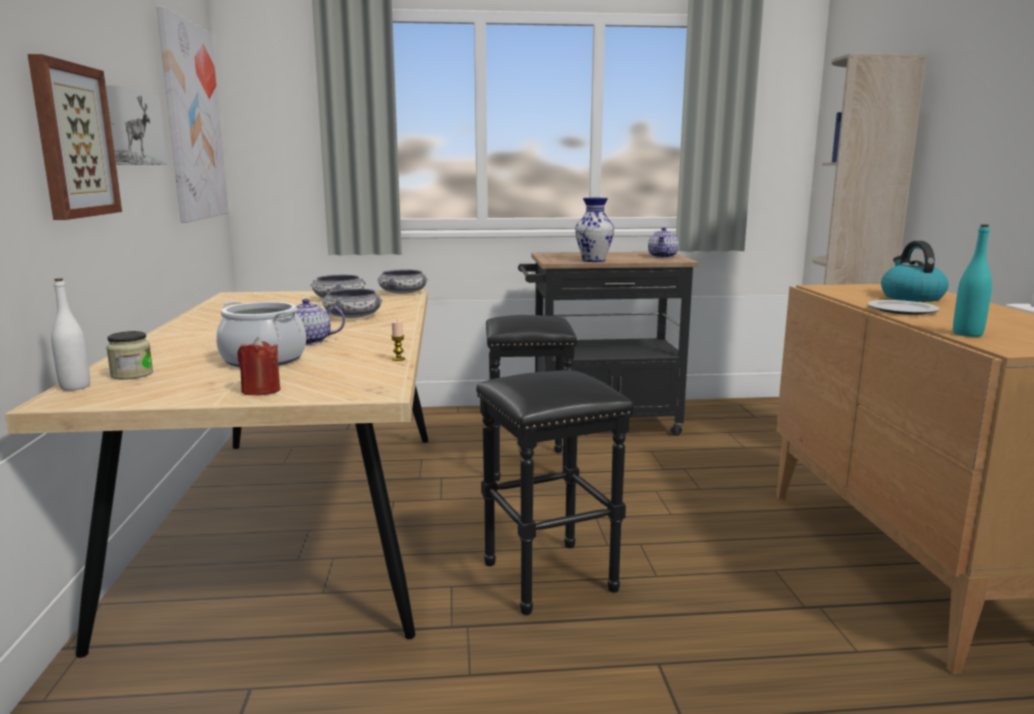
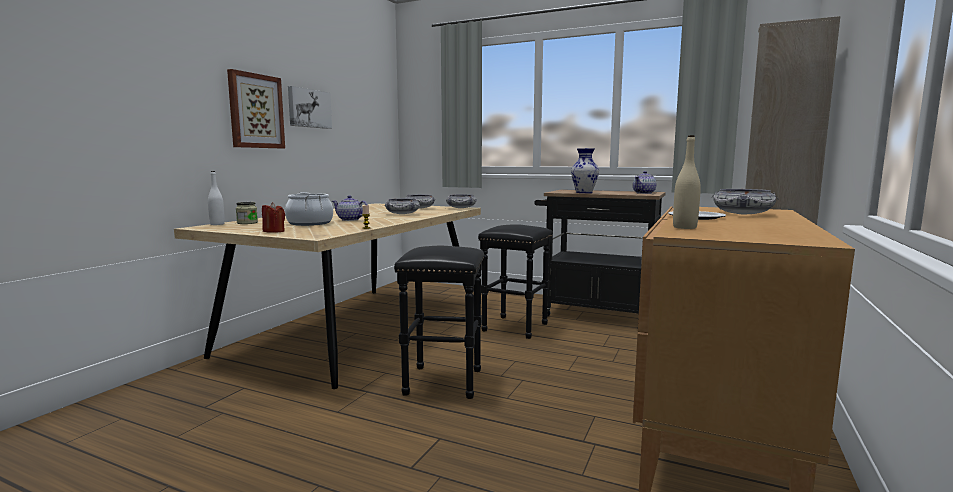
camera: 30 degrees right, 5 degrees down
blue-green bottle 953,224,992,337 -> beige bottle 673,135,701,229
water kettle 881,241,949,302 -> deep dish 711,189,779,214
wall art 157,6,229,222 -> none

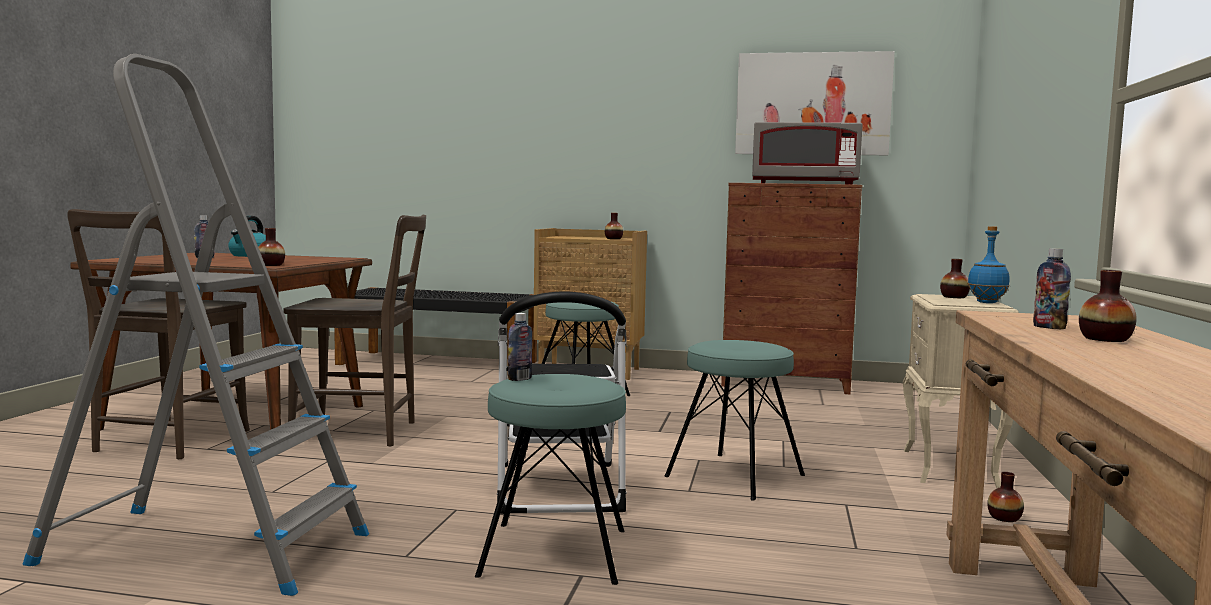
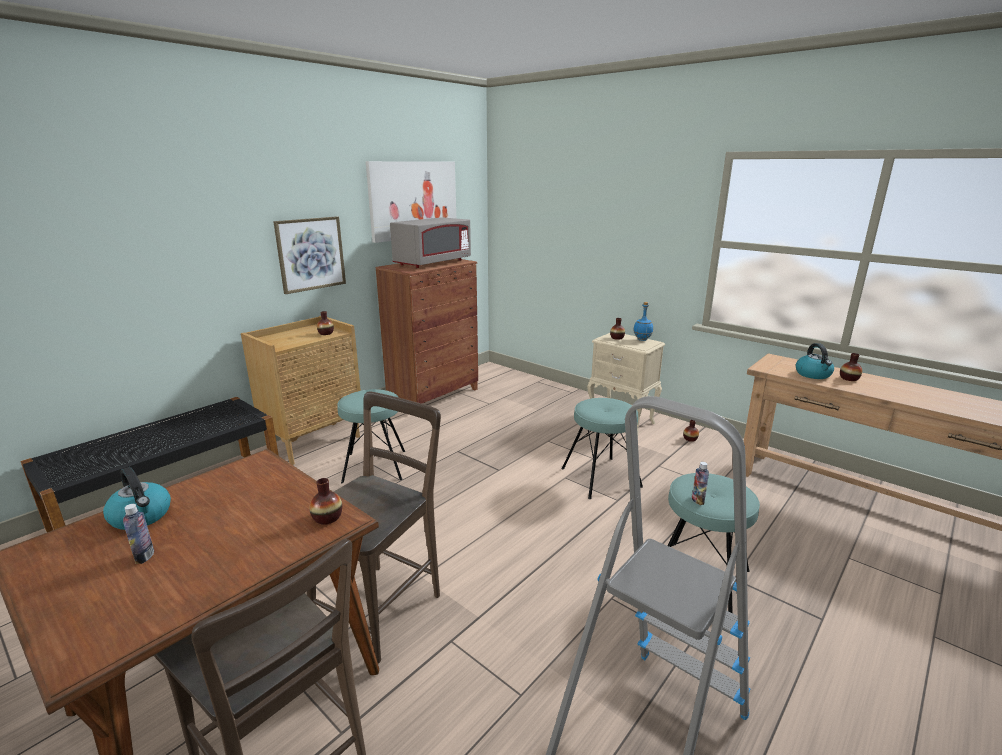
camera: 60 degrees left, 15 degrees up
none -> wall art 273,216,346,294
bottle 1033,248,1071,329 -> water kettle 796,343,834,379
stepladder 497,292,627,514 -> none

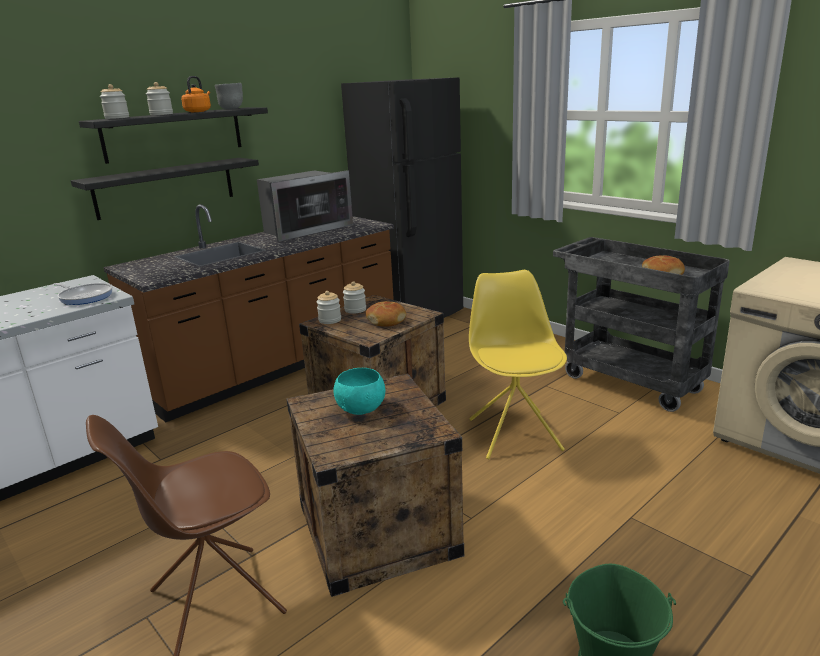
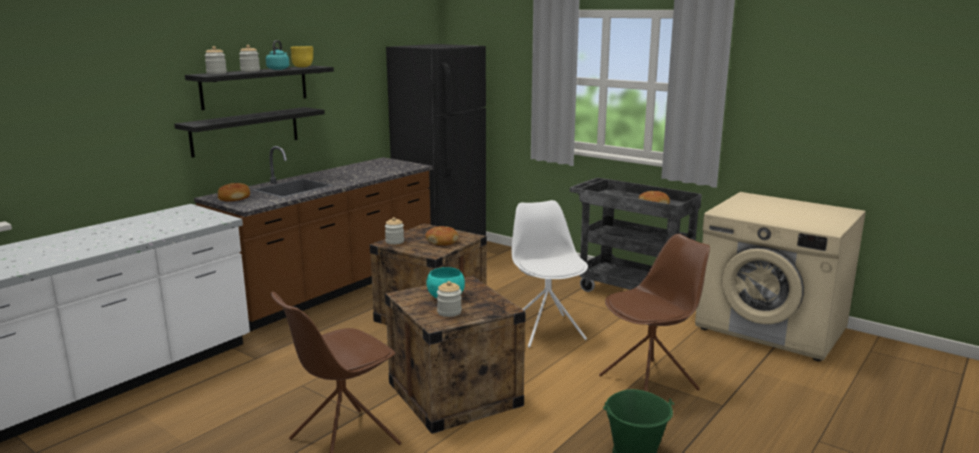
camera: 10 degrees left, 5 degrees down
none -> bakery bread 218,183,250,201
orange water kettle 181,76,211,112 -> blue-green water kettle 266,40,289,70
gray deep dish 215,83,243,109 -> yellowish deep dish 290,46,313,67
storage jar 343,281,366,314 -> storage jar 437,281,462,317, shifted
yellowish upright chair 469,270,567,459 -> white upright chair 511,200,588,348
none -> brown upright chair 599,234,710,391
frying pan 53,283,112,305 -> none
microwave 257,170,353,242 -> none

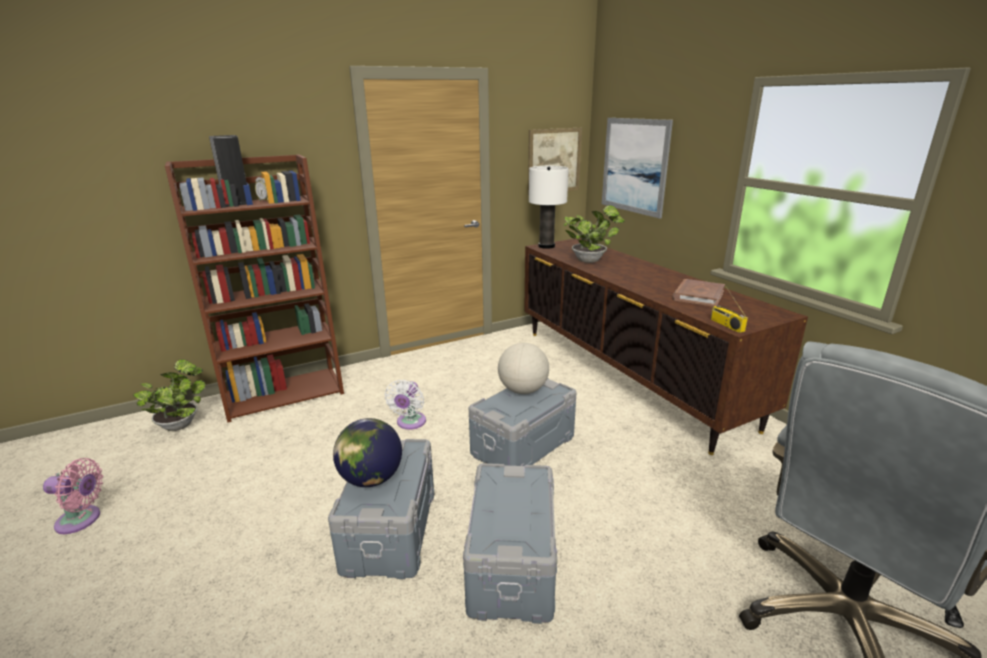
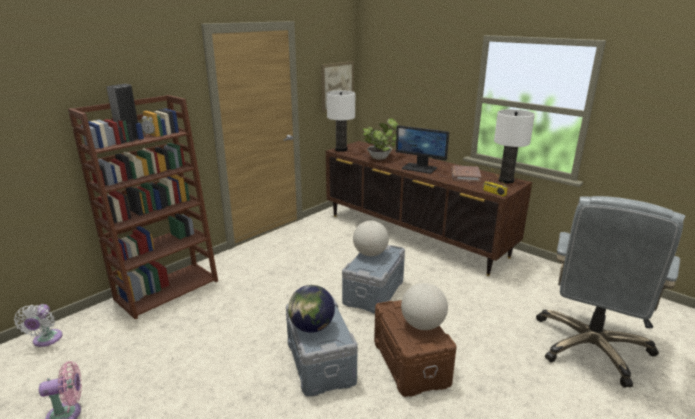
camera: 20 degrees left, 0 degrees up
white fan 385,380,426,430 -> white fan 14,304,62,347, shifted
gray storage container 463,463,558,624 -> brown storage container 374,300,457,397
none -> monitor 396,125,449,174
none -> globe 401,283,448,330
none -> white lamp for a table 494,109,535,184
houseplant 133,359,206,431 -> none
wall art 602,118,673,219 -> none

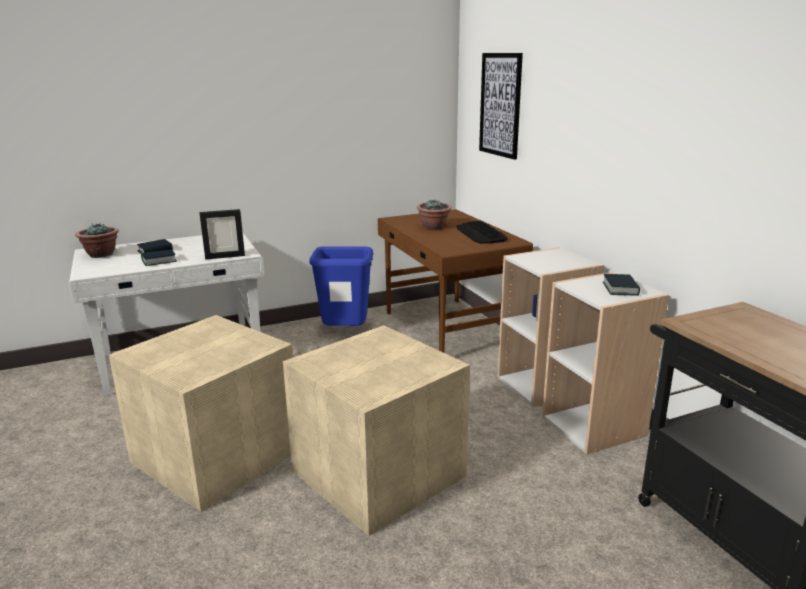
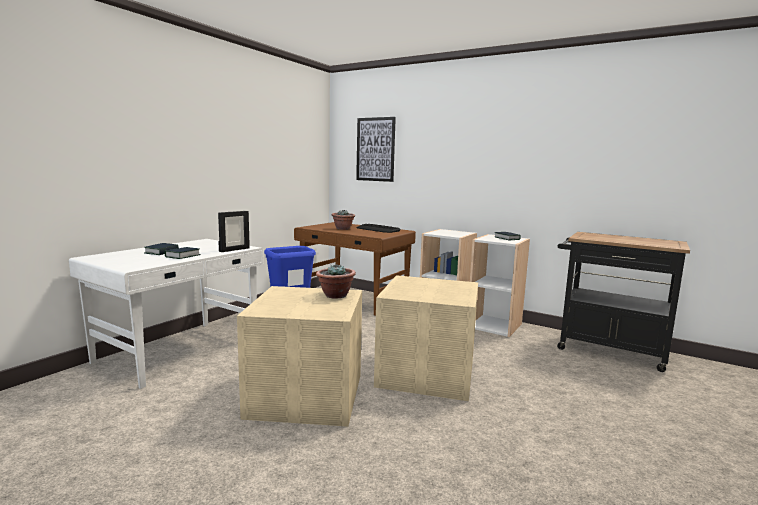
camera: 35 degrees left, 10 degrees down
houseplant 75,223,119,258 -> houseplant 316,263,356,299, shifted

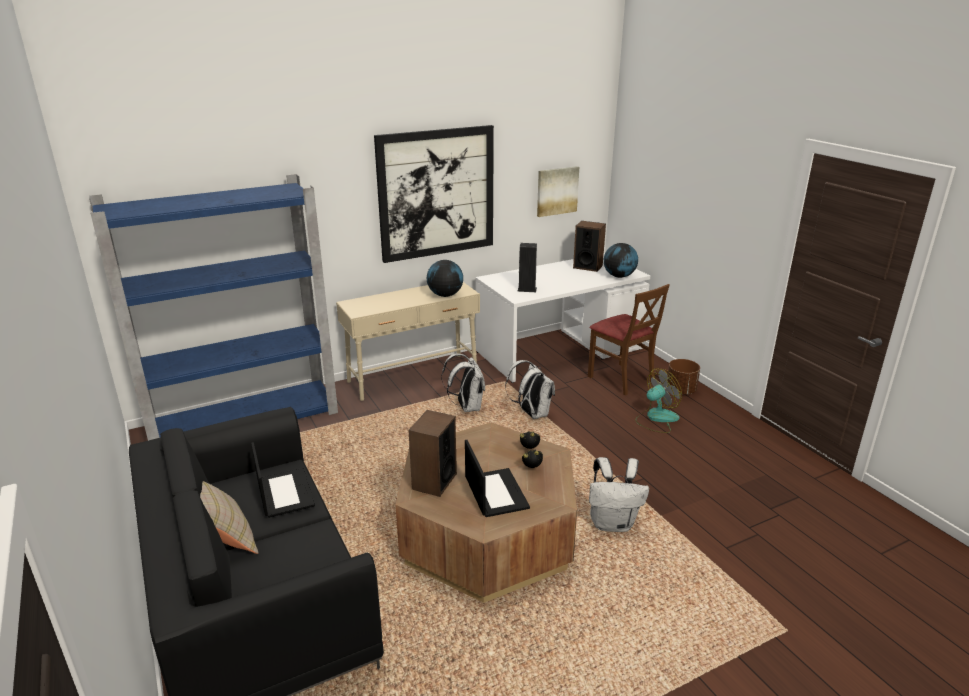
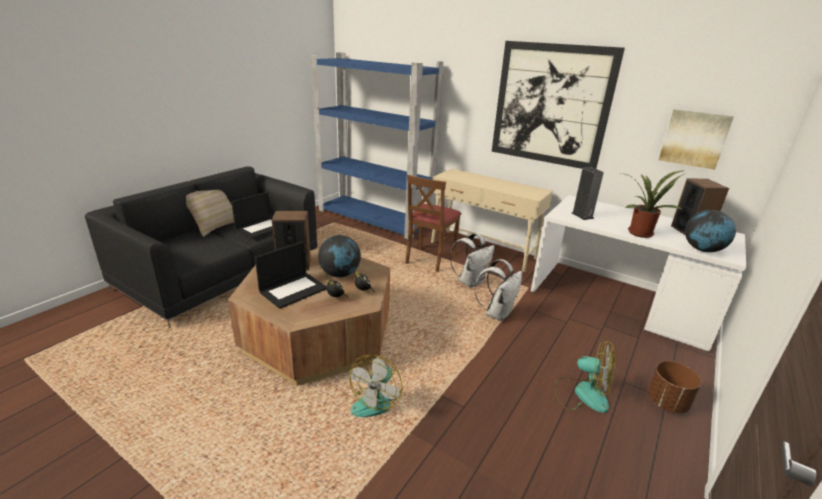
camera: 60 degrees right, 0 degrees up
globe 427,260,463,297 -> globe 318,235,361,277, shifted
white knapsack 589,457,649,532 -> fan 349,355,402,417
brown upright chair 588,284,670,396 -> brown upright chair 405,175,462,272, shifted
none -> houseplant 621,170,686,238

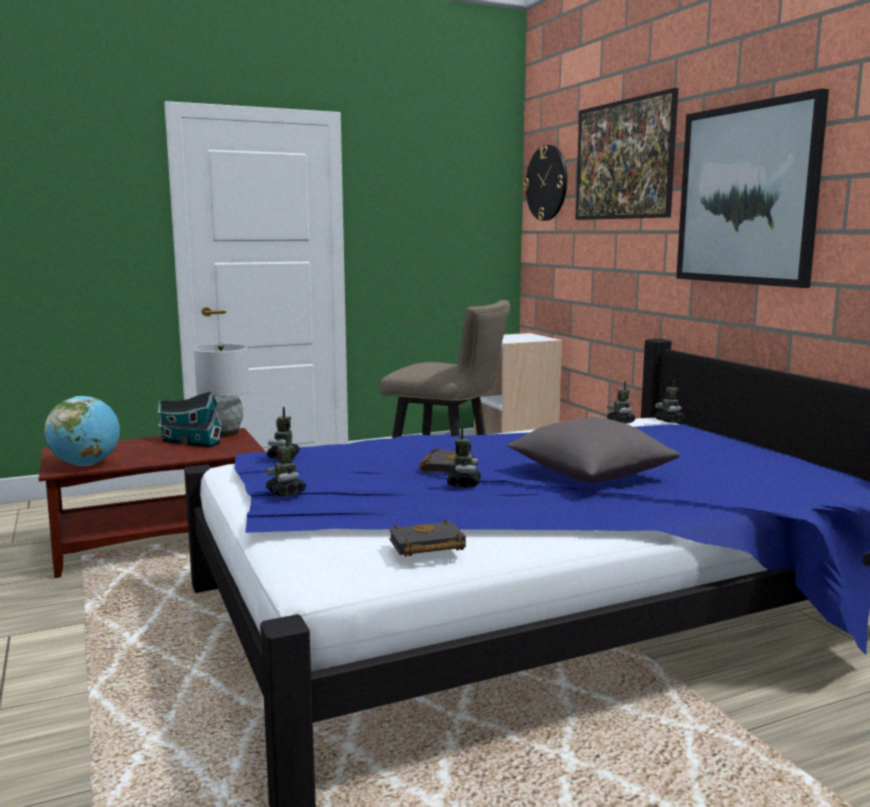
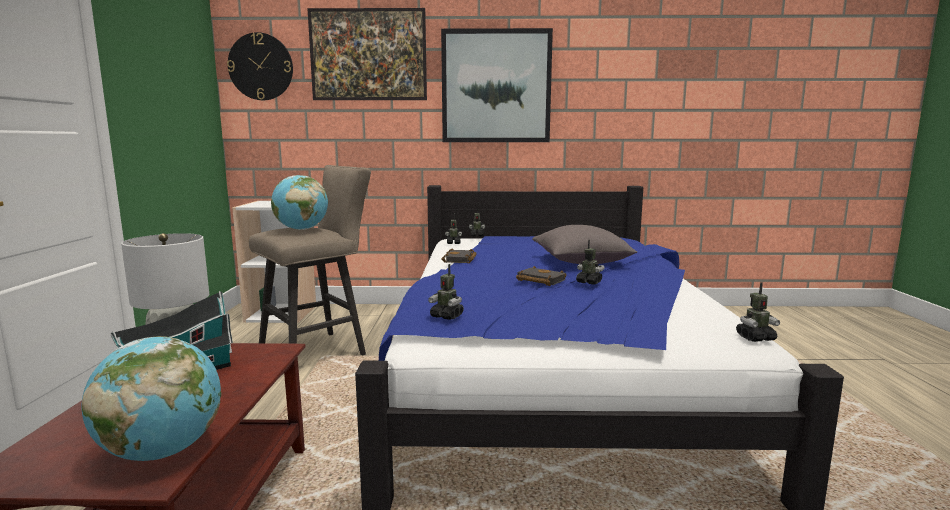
camera: 65 degrees left, 0 degrees up
none -> globe 271,175,328,230
black-coloured bound book 389,519,466,557 -> black-coloured bound book 441,249,477,263, shifted
model robot 266,434,306,496 -> model robot 736,282,780,342, shifted

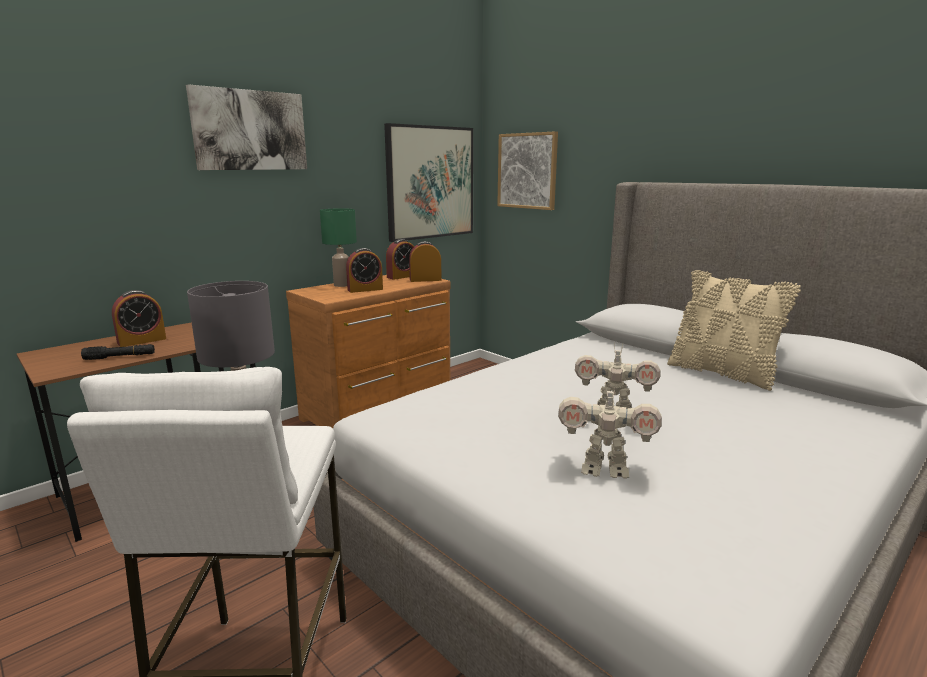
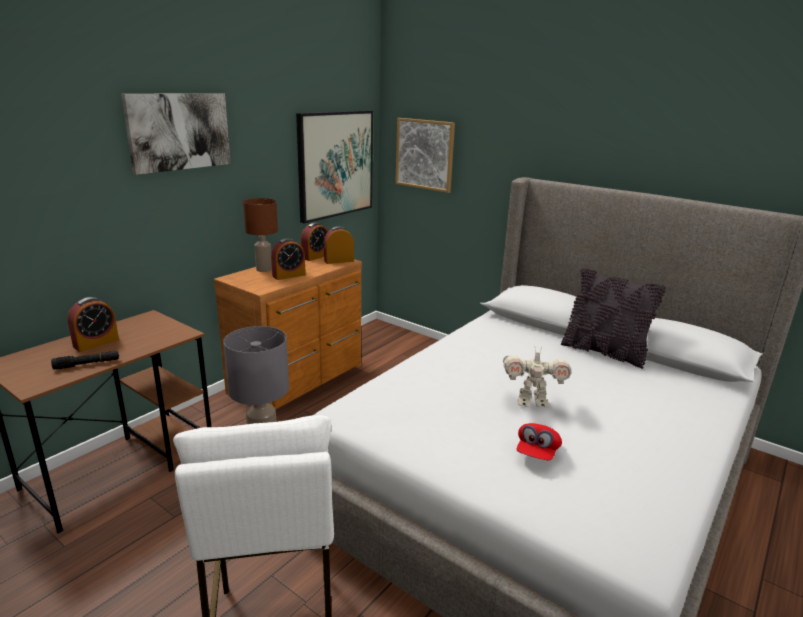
camera: 10 degrees left, 5 degrees up
green lamp for a table 320,208,357,287 -> brown lamp for a table 243,198,278,272
model robot 558,382,662,478 -> reddish cap 517,423,562,460
beige pillow 667,270,801,391 -> black-coloured pillow 561,268,666,369

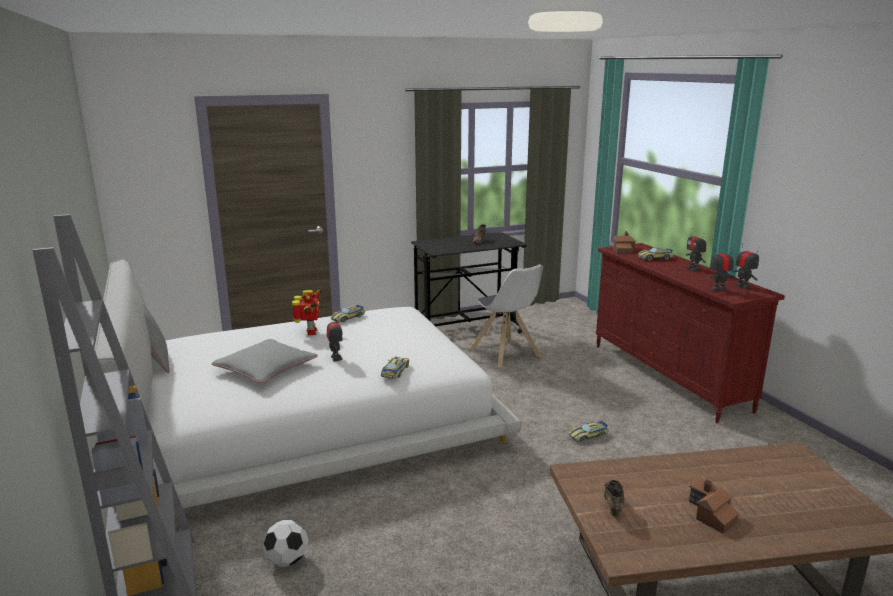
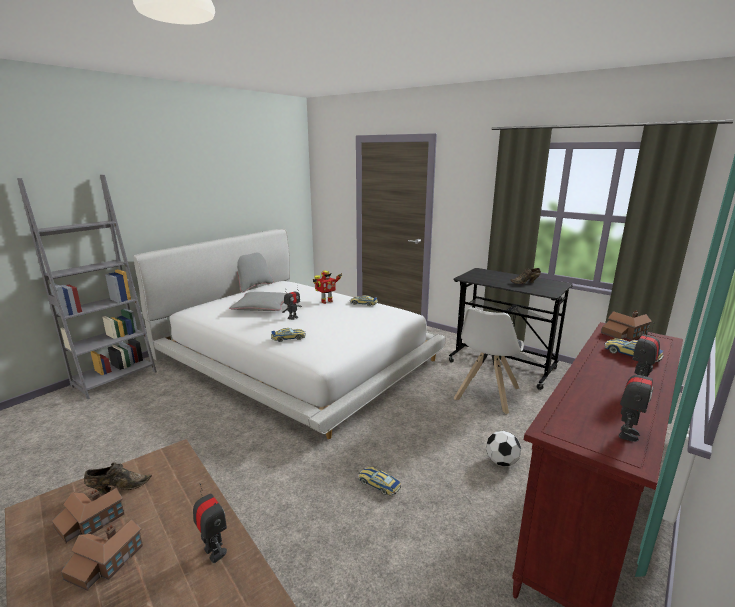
camera: 60 degrees right, 0 degrees up
none -> toy house 52,488,124,543
model robot 706,251,735,291 -> model robot 193,483,227,563, shifted
ball for football 263,520,309,567 -> ball for football 486,431,521,466, shifted

